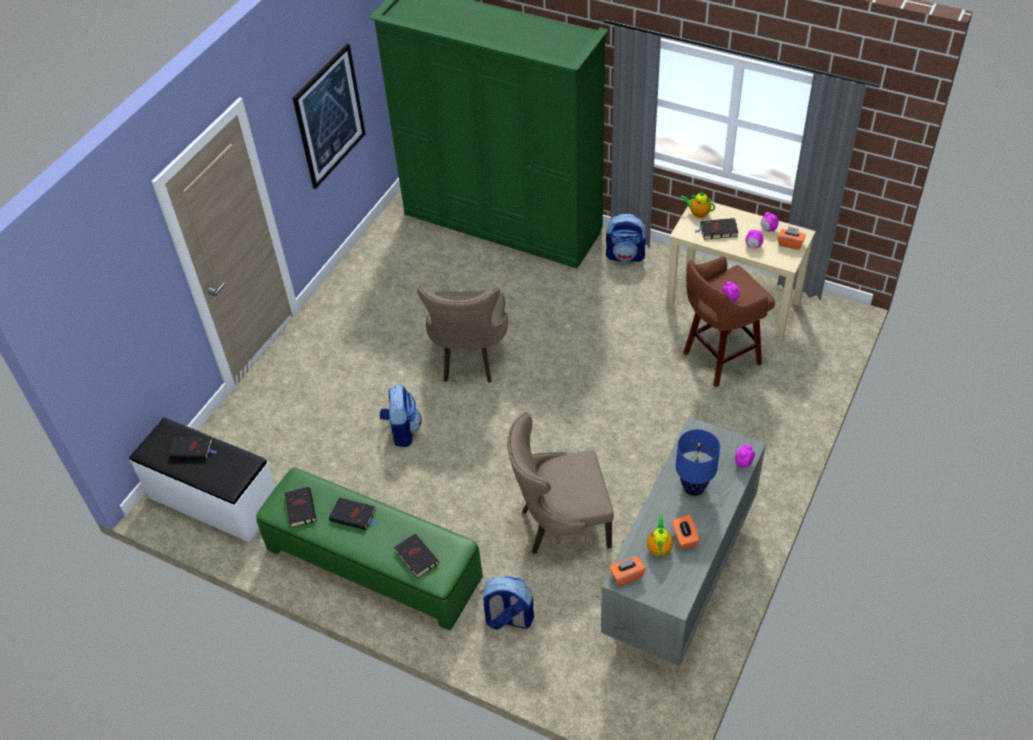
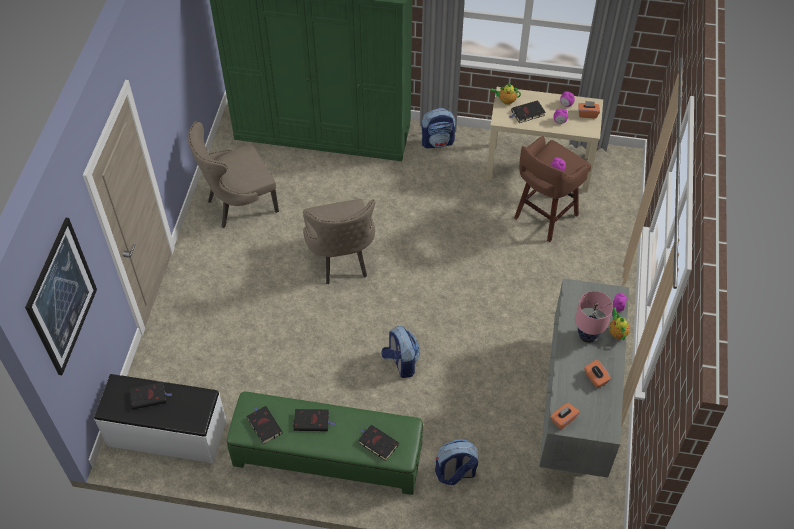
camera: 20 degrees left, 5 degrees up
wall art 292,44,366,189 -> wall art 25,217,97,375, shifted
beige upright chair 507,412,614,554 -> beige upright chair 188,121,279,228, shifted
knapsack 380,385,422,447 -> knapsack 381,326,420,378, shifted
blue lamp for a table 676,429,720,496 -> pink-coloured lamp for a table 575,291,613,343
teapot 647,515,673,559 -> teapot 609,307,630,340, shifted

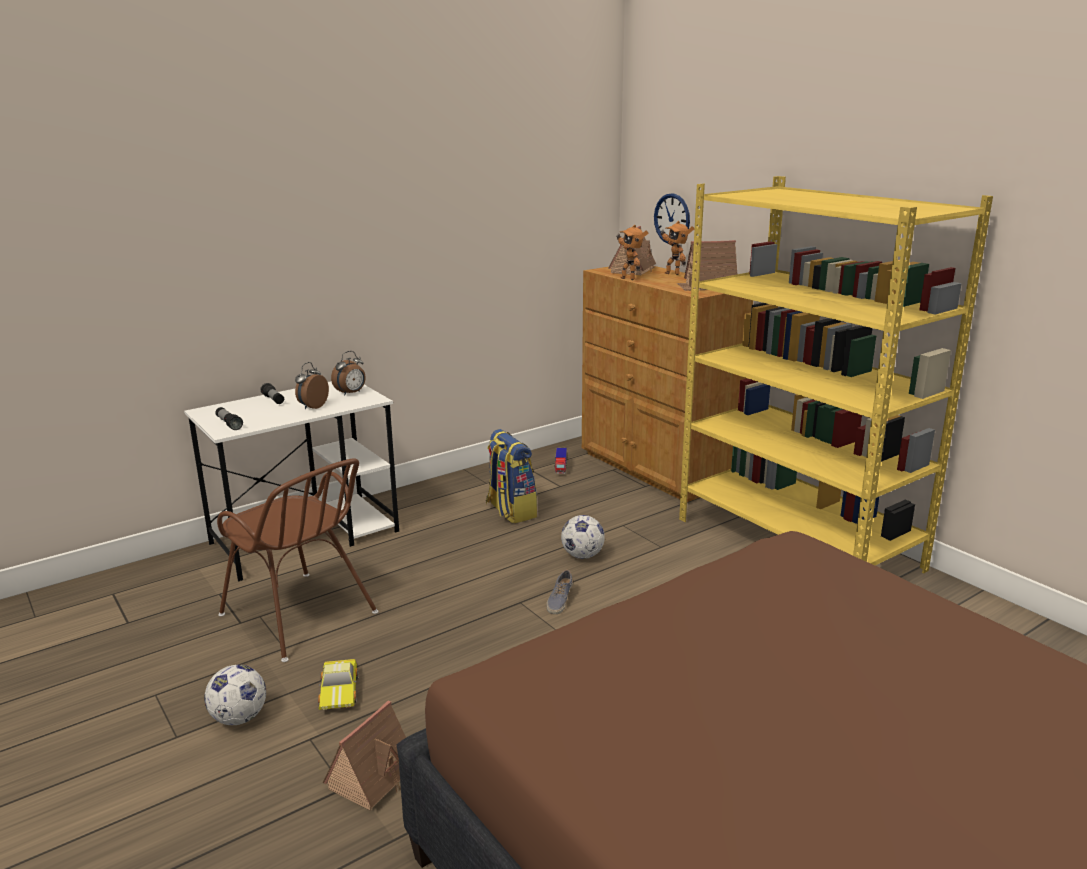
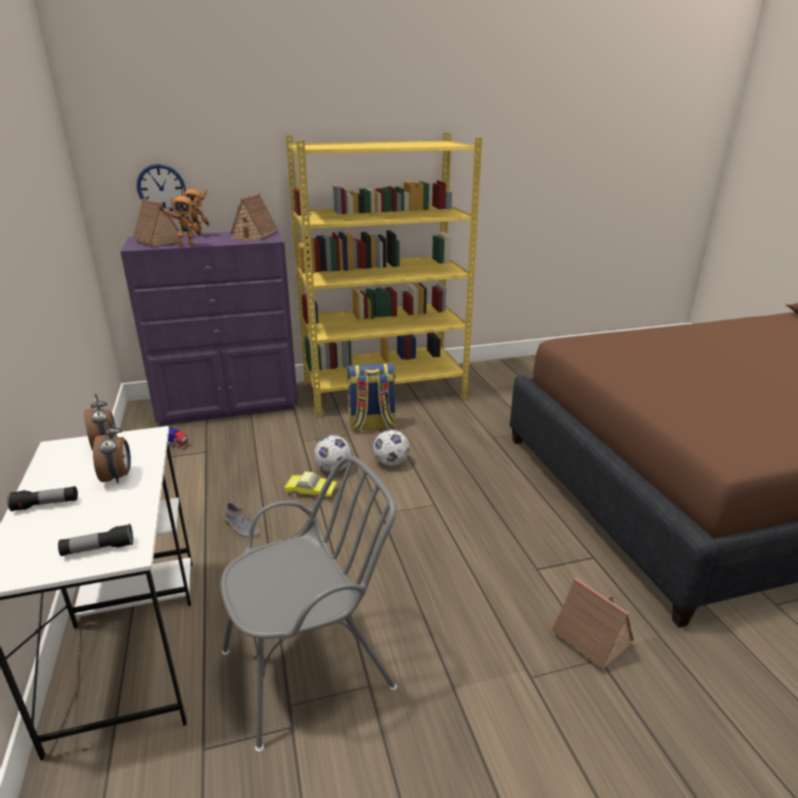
camera: 70 degrees left, 5 degrees up
bedside clock 295,362,329,410 -> bedside clock 93,420,131,484, 150 degrees counterclockwise
brown dresser 582,266,753,502 -> purple-coloured dresser 120,229,298,425
brown upright chair 217,458,379,662 -> gray upright chair 220,456,397,752
low shoe 546,570,573,614 -> low shoe 223,502,260,538, shifted
toy car 318,659,358,710 -> toy car 284,471,337,498, shifted
knapsack 486,429,537,523 -> knapsack 347,363,396,431, shifted
ball for football 204,665,266,725 -> ball for football 373,430,409,466, shifted

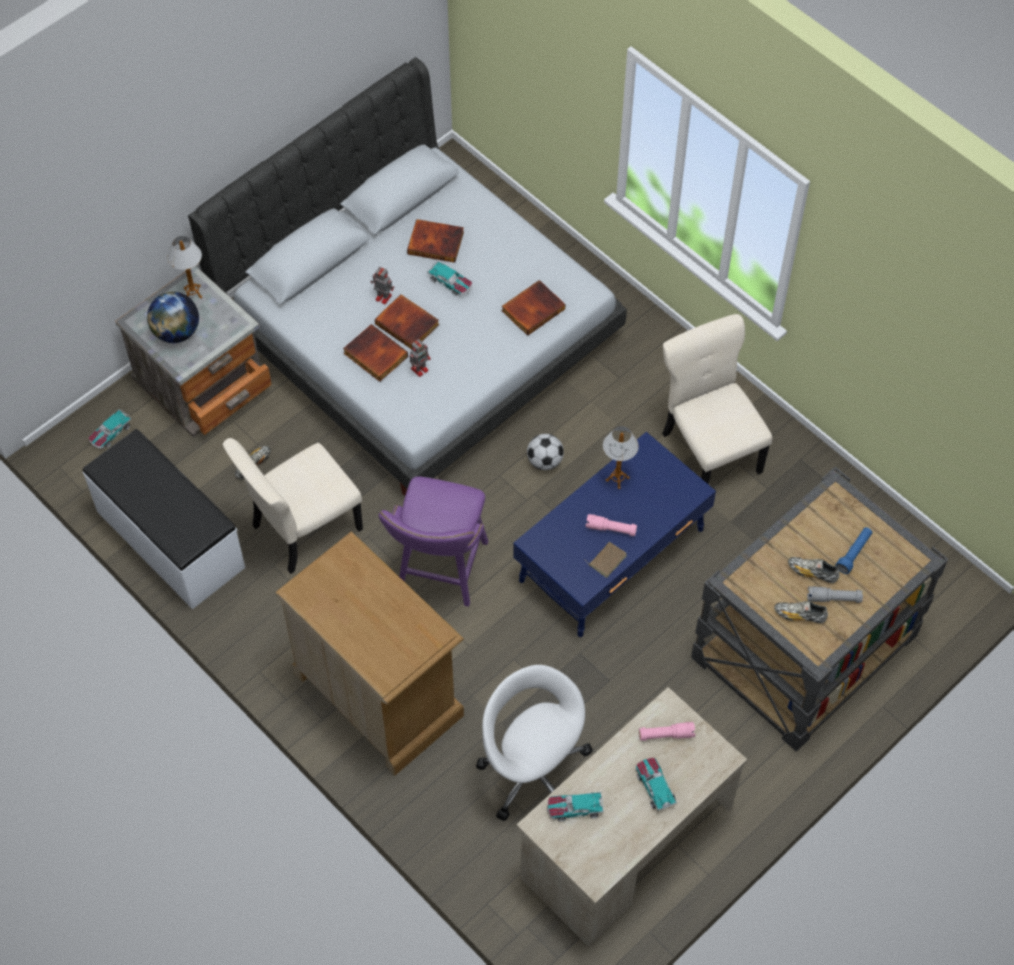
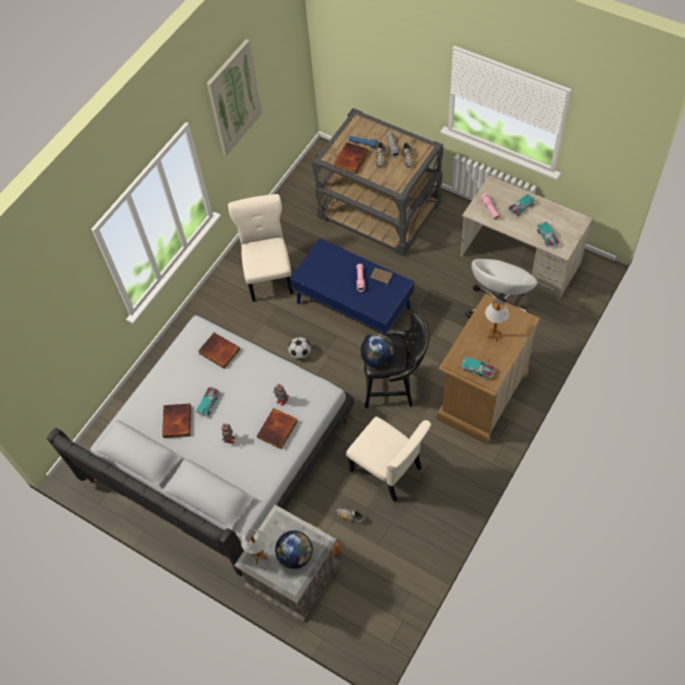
camera: 100 degrees left, 0 degrees up
none -> wall art 207,39,262,156
beige upright chair 662,314,772,485 -> beige upright chair 228,194,293,302, 120 degrees clockwise
bound book 375,294,439,350 -> bound book 334,142,369,174, shifted
none -> globe 360,334,394,368
purple-coloured sitting stool 379,476,488,607 -> black-coloured sitting stool 364,311,429,408
toy car 88,409,131,449 -> toy car 461,356,495,379, shifted
lamp for a table 603,426,639,489 -> lamp for a table 485,300,509,342, shifted
white long seat 83,429,245,609 -> none

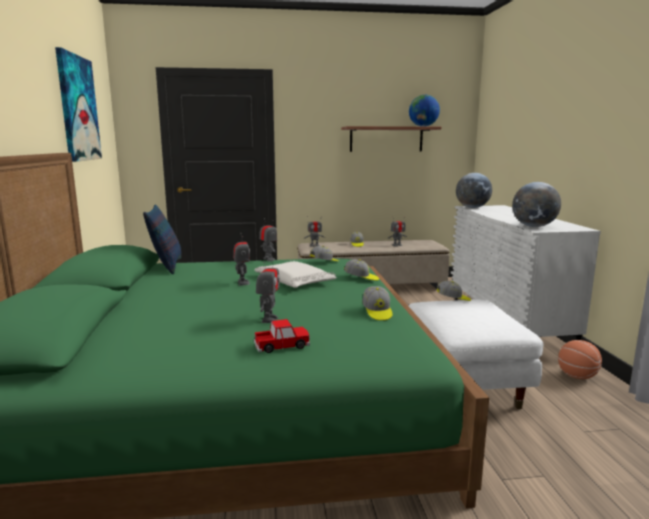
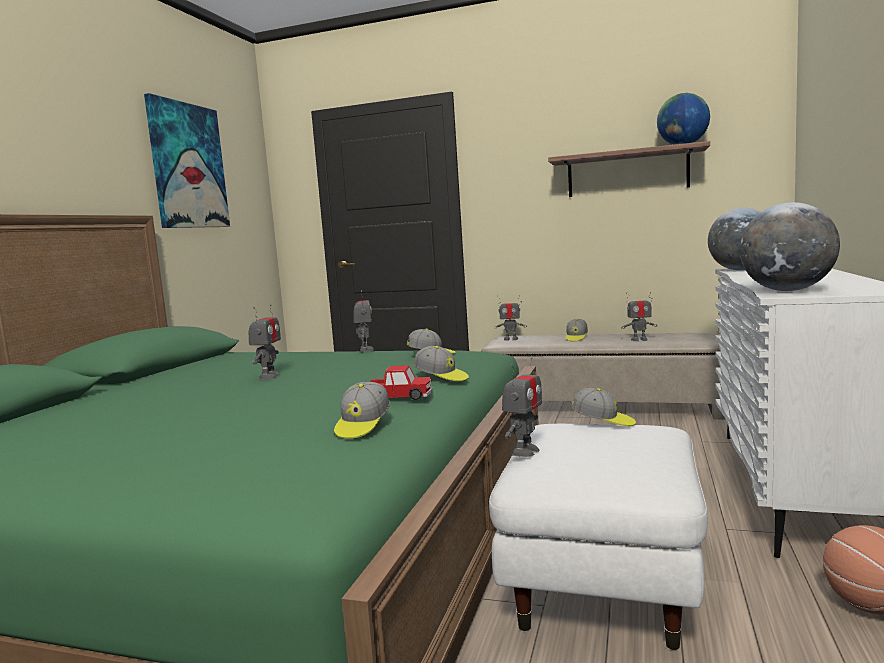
camera: 25 degrees right, 5 degrees down
toy car 254,319,310,353 -> toy car 369,365,433,400, shifted
model robot 256,256,279,323 -> model robot 502,357,542,457, shifted
blue pillow 143,204,181,274 -> none
white pillow 254,261,337,288 -> none

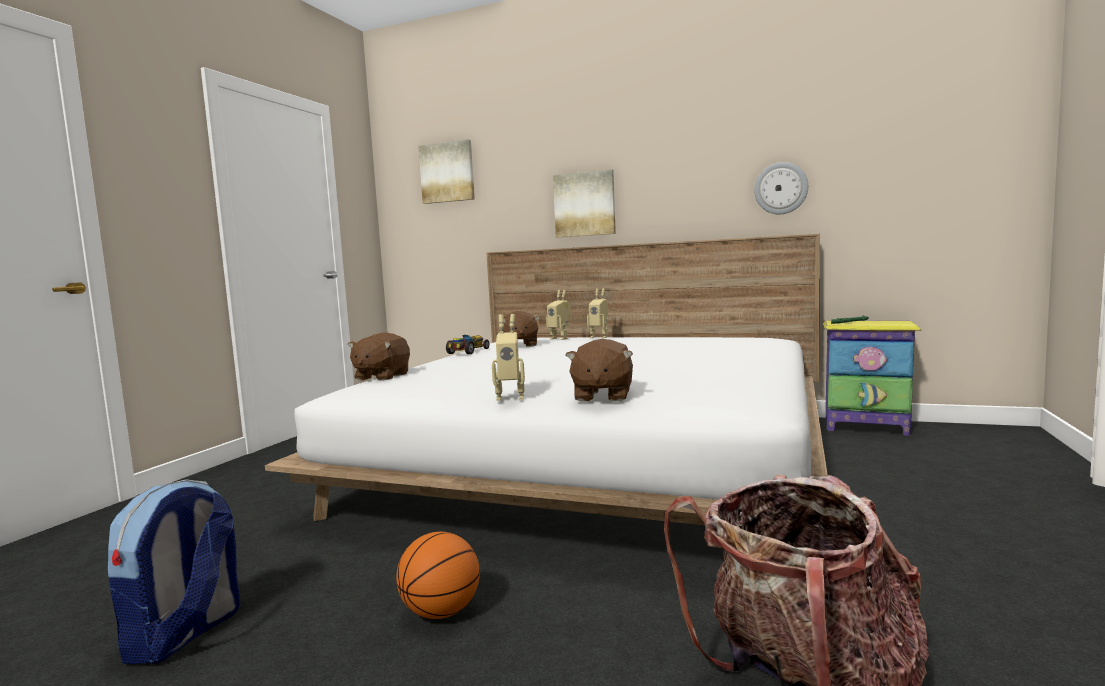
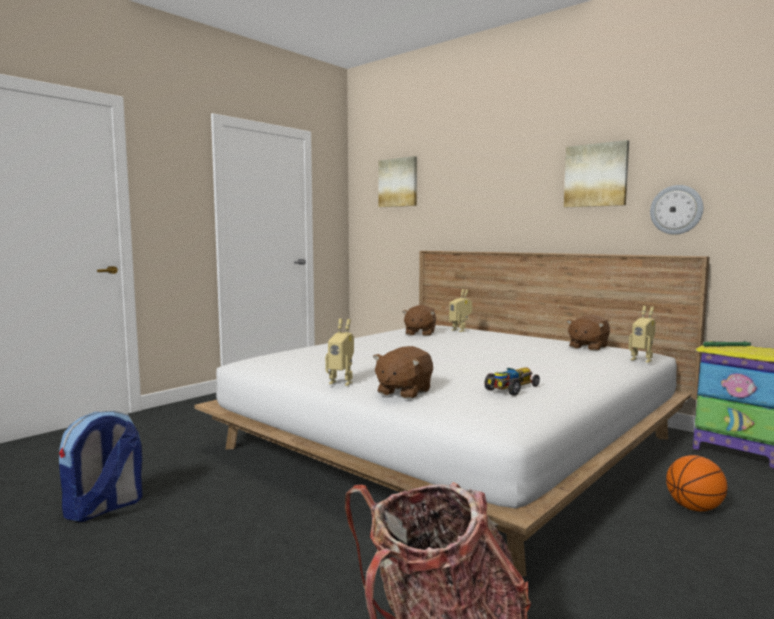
camera: 20 degrees right, 0 degrees up
toy car 446,335,489,354 -> toy car 484,367,540,396, shifted
wall art 553,169,616,237 -> wall art 564,140,629,207, shifted
brown soft toy 347,333,410,381 -> brown soft toy 567,315,610,351, shifted
model robot 587,288,608,338 -> model robot 629,306,656,363, shifted
basketball ball 396,532,480,619 -> basketball ball 666,455,727,511, shifted

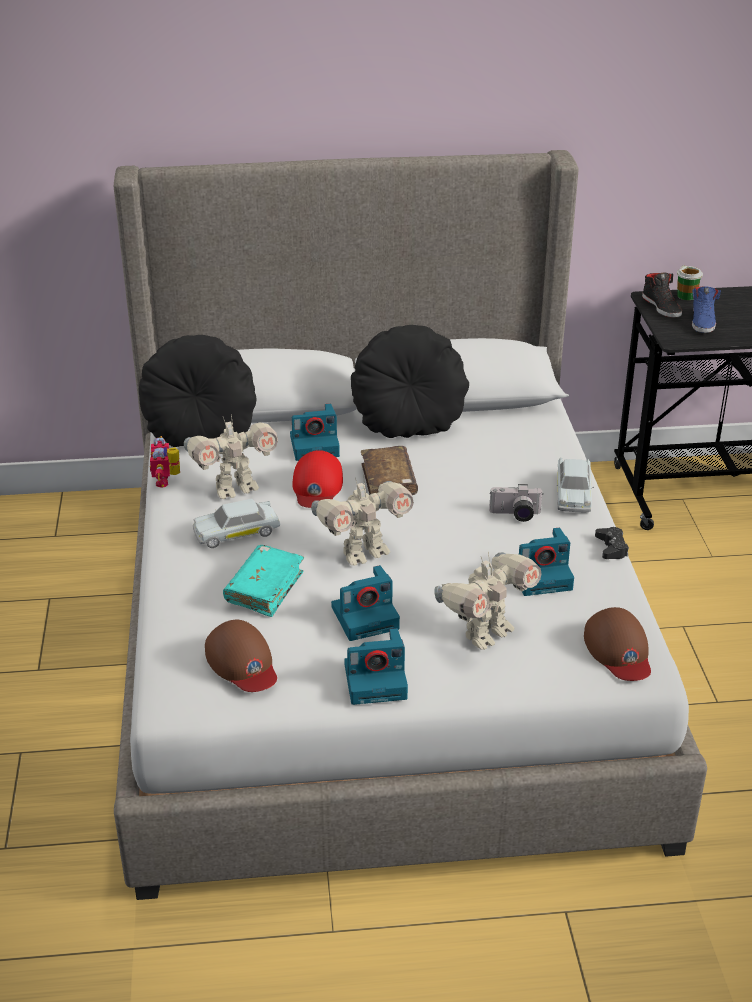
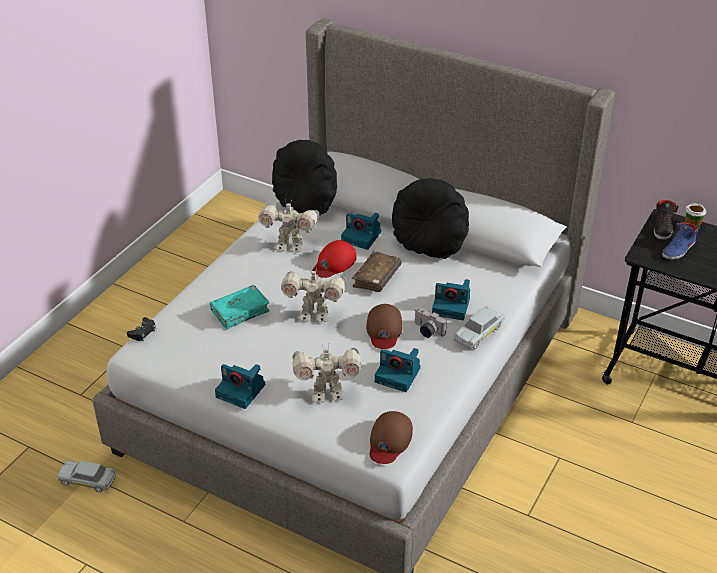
camera: 35 degrees right, 5 degrees up
white toy car 193,499,280,548 -> white toy car 57,460,116,492, shifted
black-coloured joypad 595,527,629,559 -> black-coloured joypad 127,317,156,341, shifted
brown cap 205,620,277,692 -> brown cap 366,304,402,349, shifted
photo camera 331,565,400,641 -> photo camera 432,279,470,320, shifted
model robot 150,436,180,488 -> none

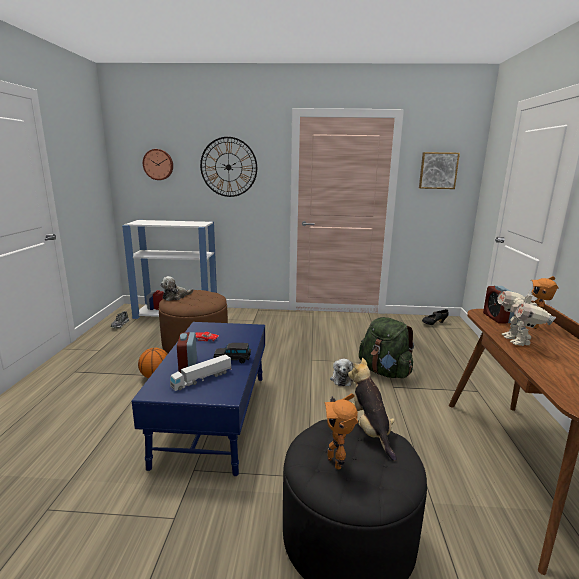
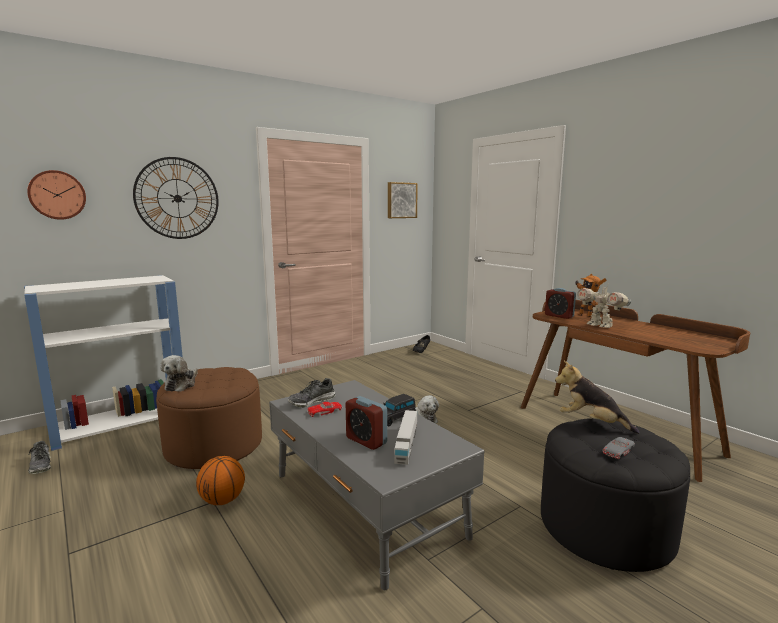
camera: 40 degrees left, 5 degrees down
blue lounge table 132,322,265,476 -> gray lounge table 269,380,484,590
none -> low shoe 288,378,335,408
model robot 324,393,358,470 -> gray toy car 603,437,635,459
green knapsack 359,317,414,379 -> none

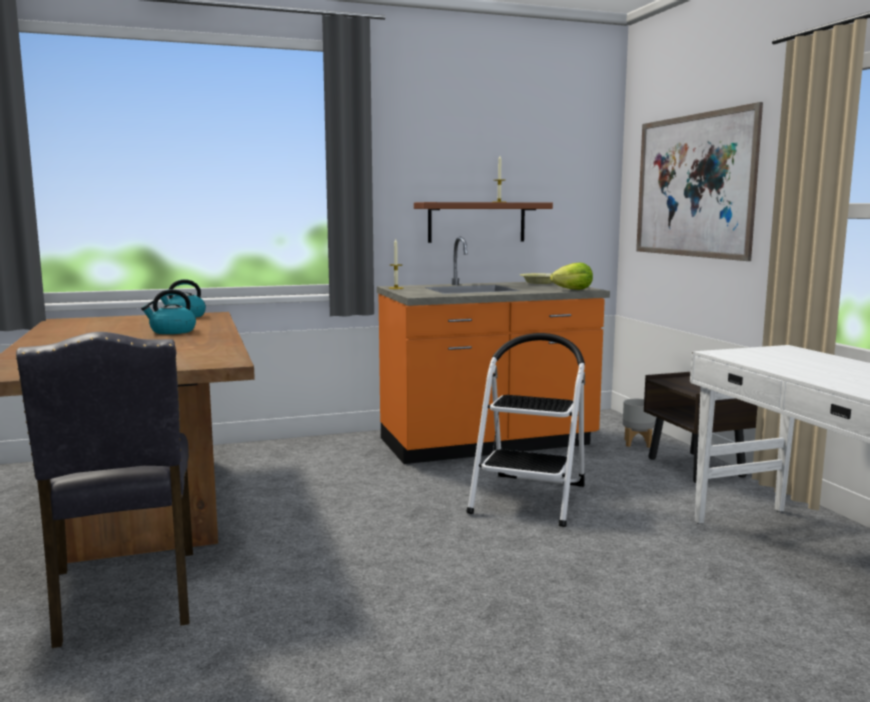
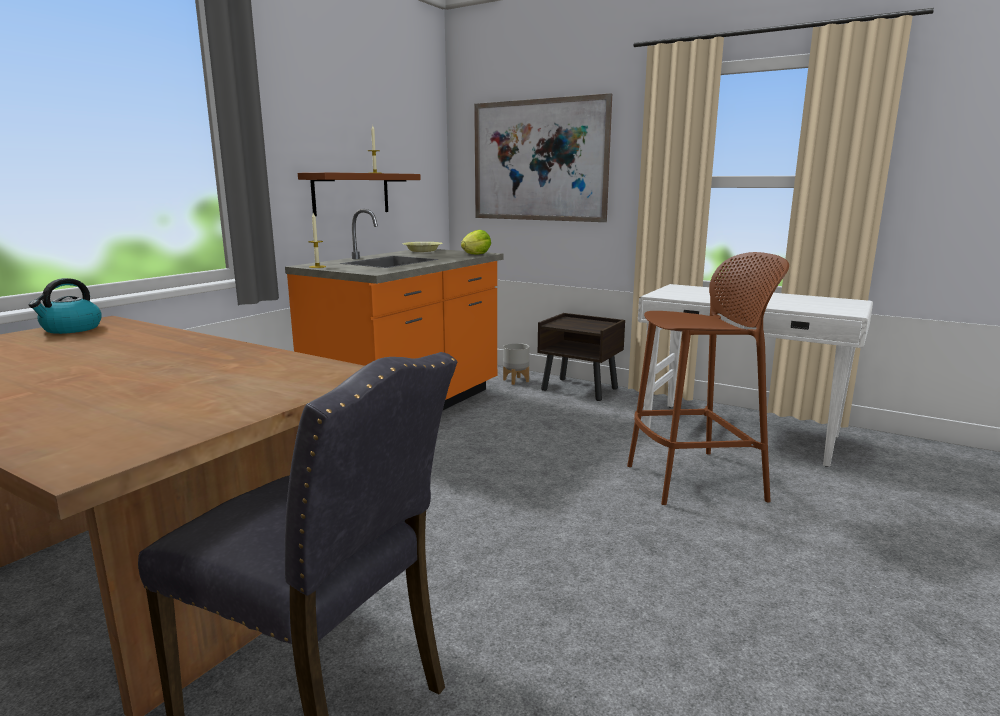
camera: 40 degrees left, 5 degrees up
none -> brown sitting stool 627,252,789,505
water kettle 141,289,196,334 -> none
stepladder 466,333,585,527 -> none

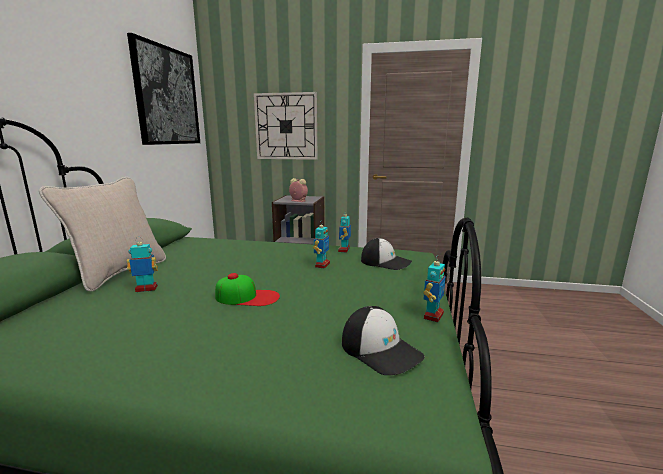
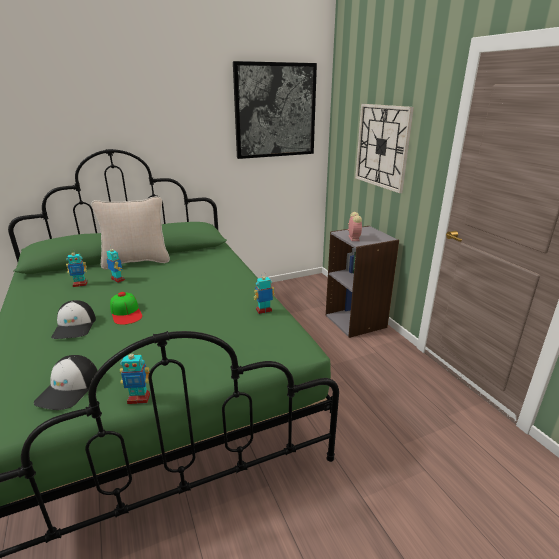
camera: 55 degrees right, 10 degrees up
cap 361,238,412,270 -> cap 51,300,96,339, shifted
model robot 313,220,330,269 -> model robot 66,249,87,287, shifted

